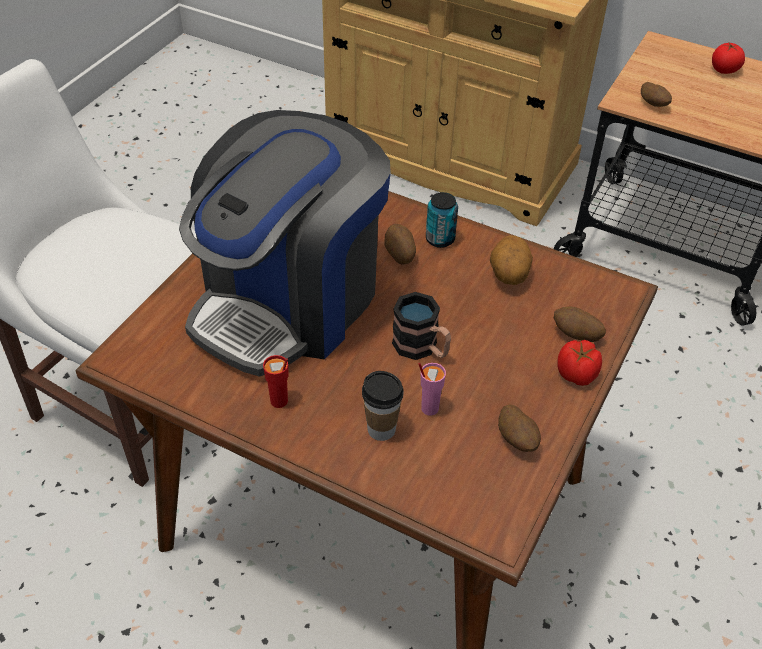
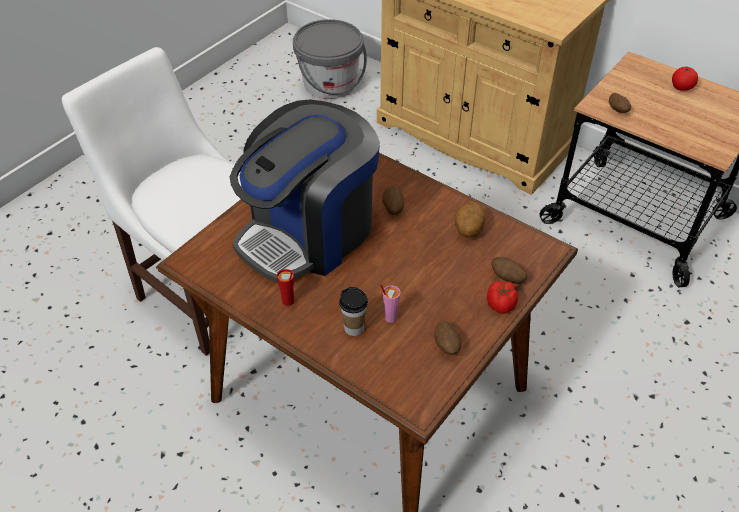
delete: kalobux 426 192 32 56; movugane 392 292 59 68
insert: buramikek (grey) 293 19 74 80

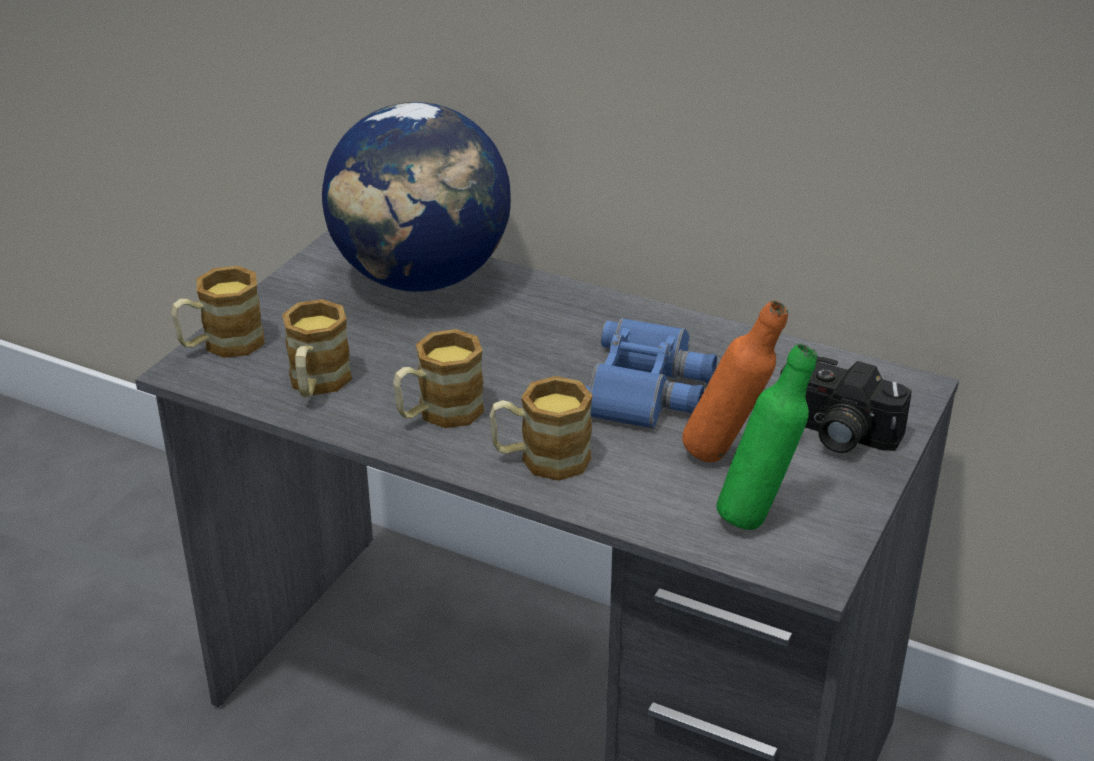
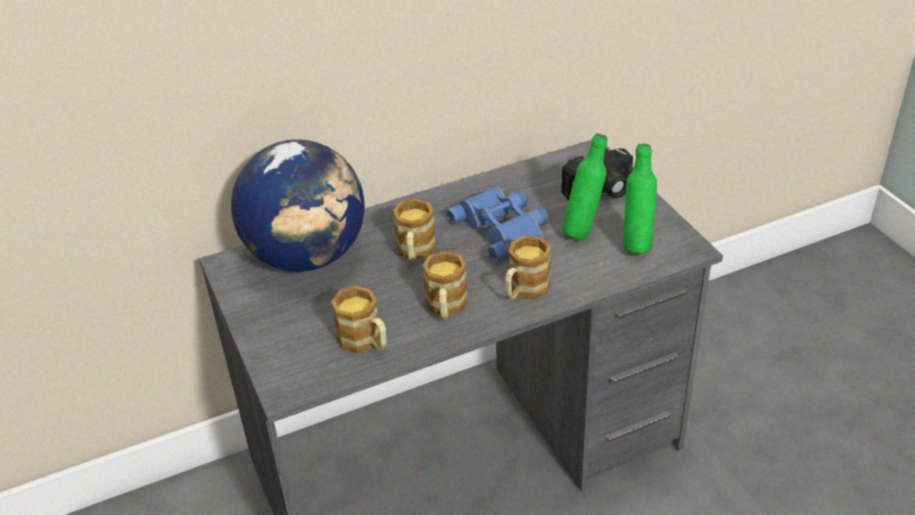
move: movugane 171 266 94 92 to 393 198 43 64
recolor: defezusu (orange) 682 301 106 161 to defezusu (green) 562 133 45 107

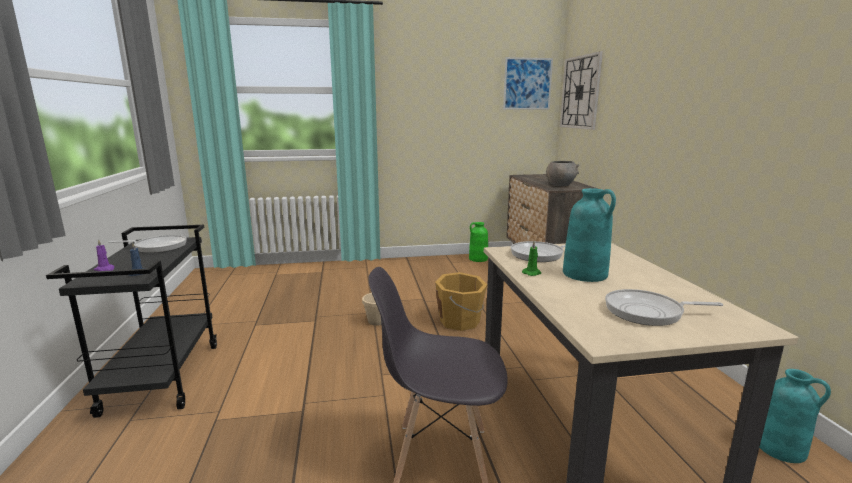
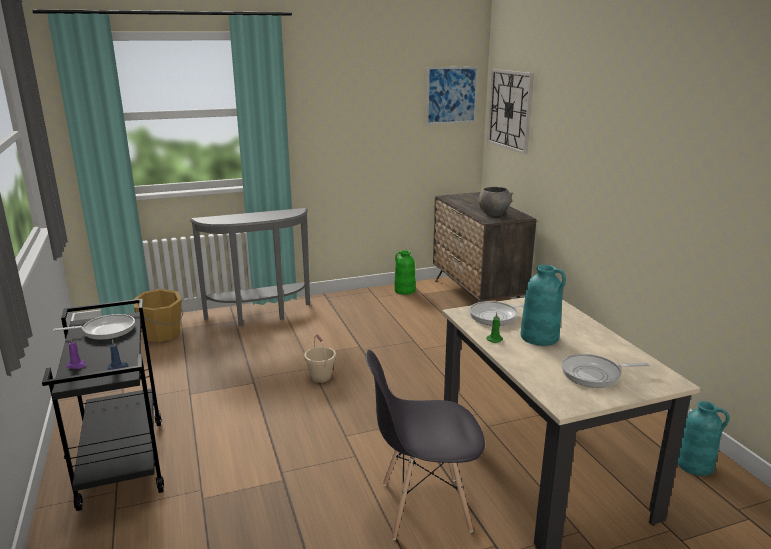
insert: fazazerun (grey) 189 208 121 118
move: buramikek (orange) 435 272 52 59 to 133 289 50 53

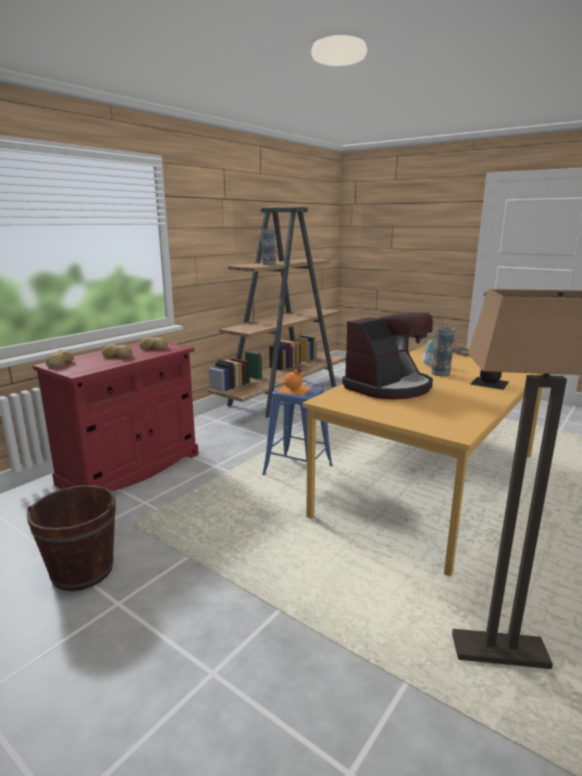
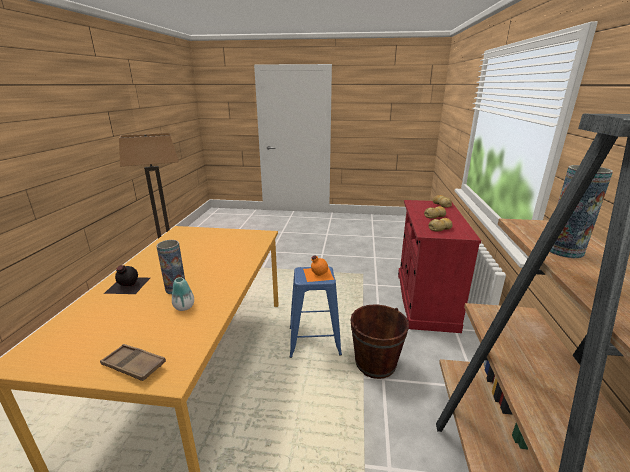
delete: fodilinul 342 312 91 88
move: buramikek (brown) 27 485 89 106 to 350 304 59 75

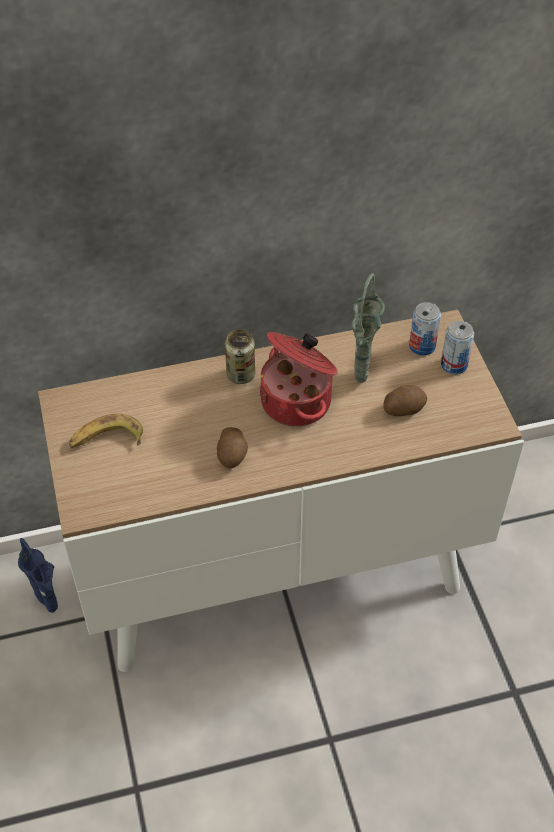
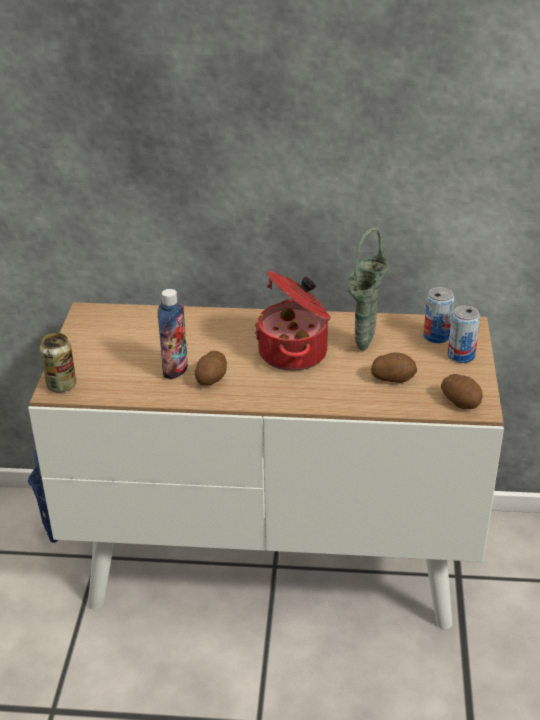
delete: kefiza 69 414 74 34
insert: defezusu 158 289 30 90; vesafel 441 374 42 35
move: kalobux 225 330 30 54 to 40 333 36 59

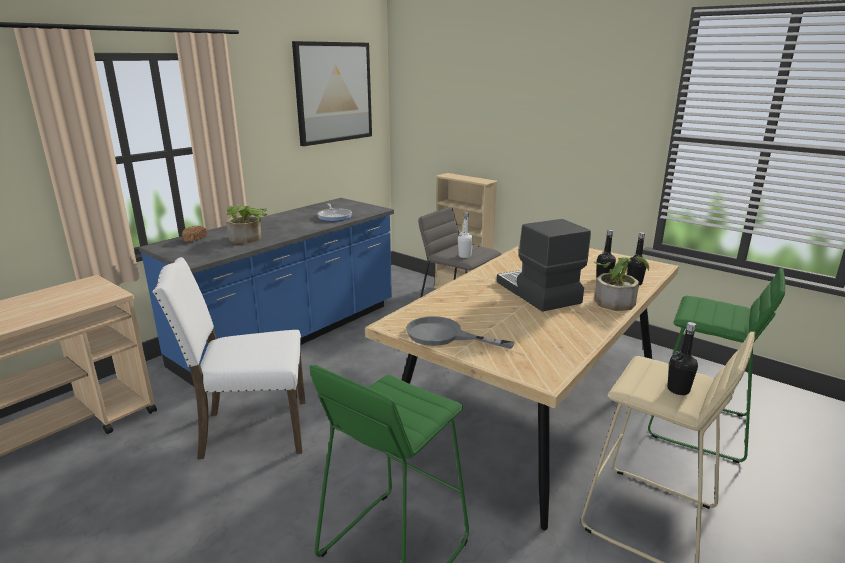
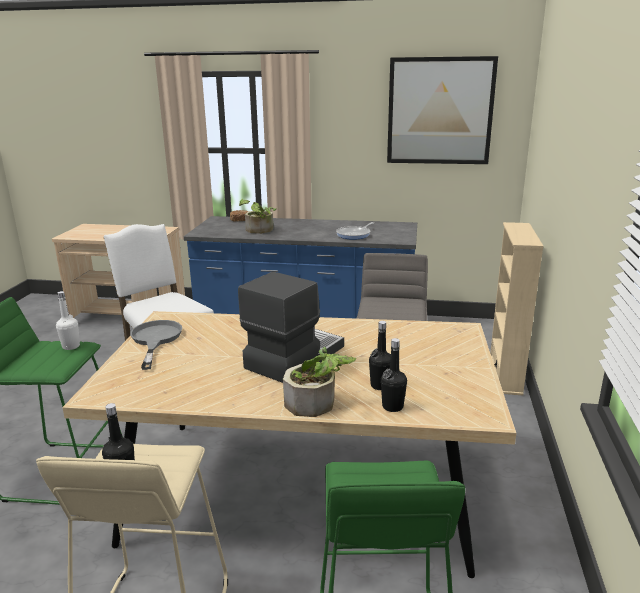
move: defezusu (white) 458 212 15 46 to 56 291 24 59

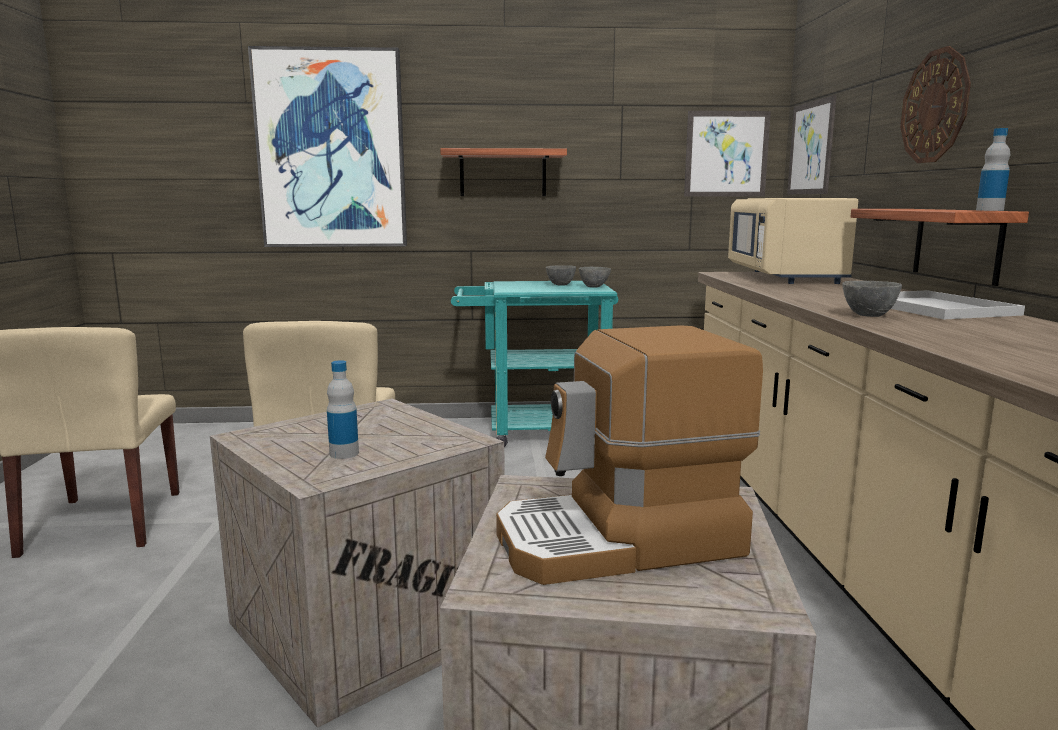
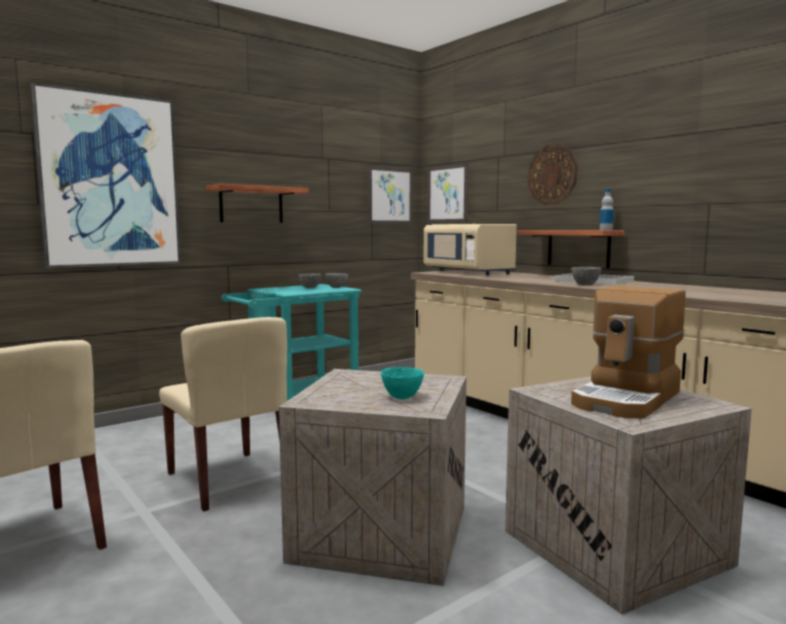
replace: defezusu 327 360 32 99 to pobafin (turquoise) 381 367 43 32

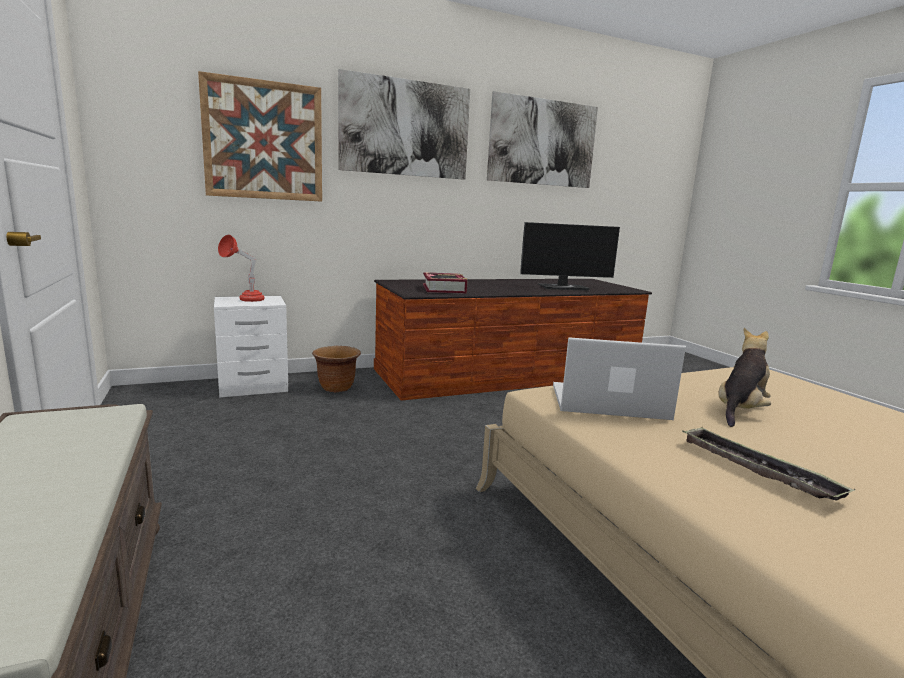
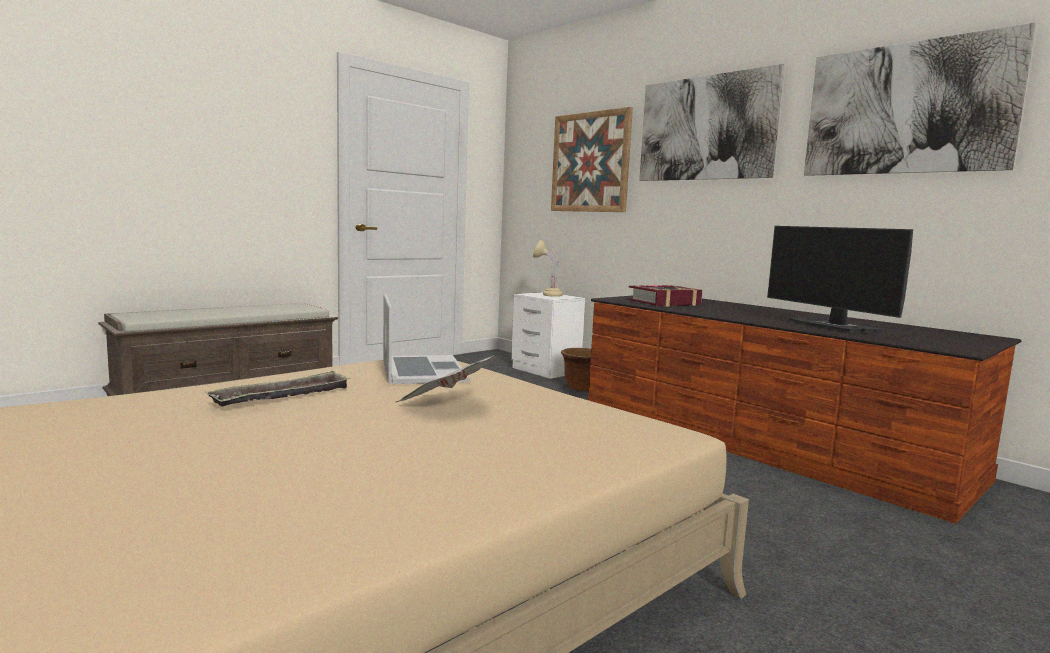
replace: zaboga 718 328 53 99 to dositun 396 356 101 46
recolor: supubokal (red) 218 235 47 67 to supubokal (beige) 533 240 30 57

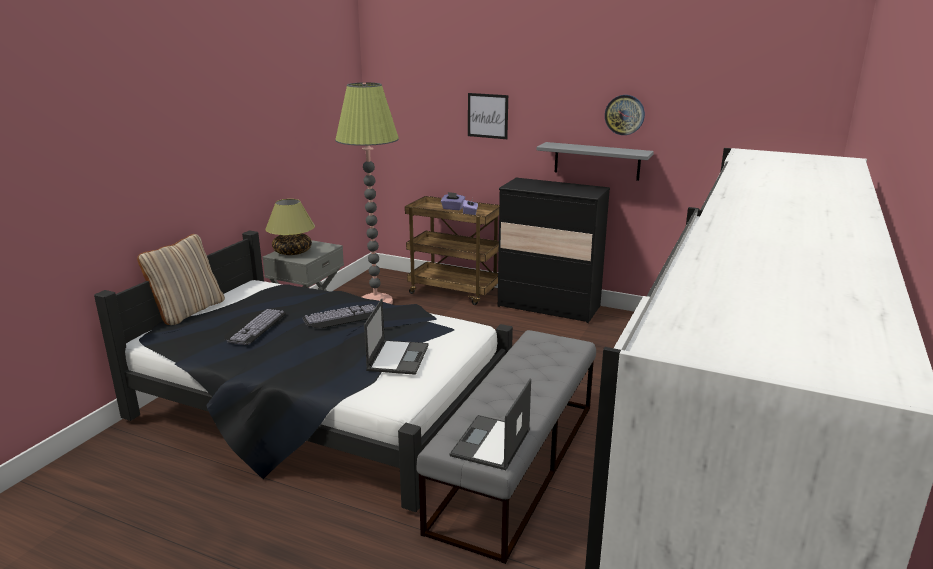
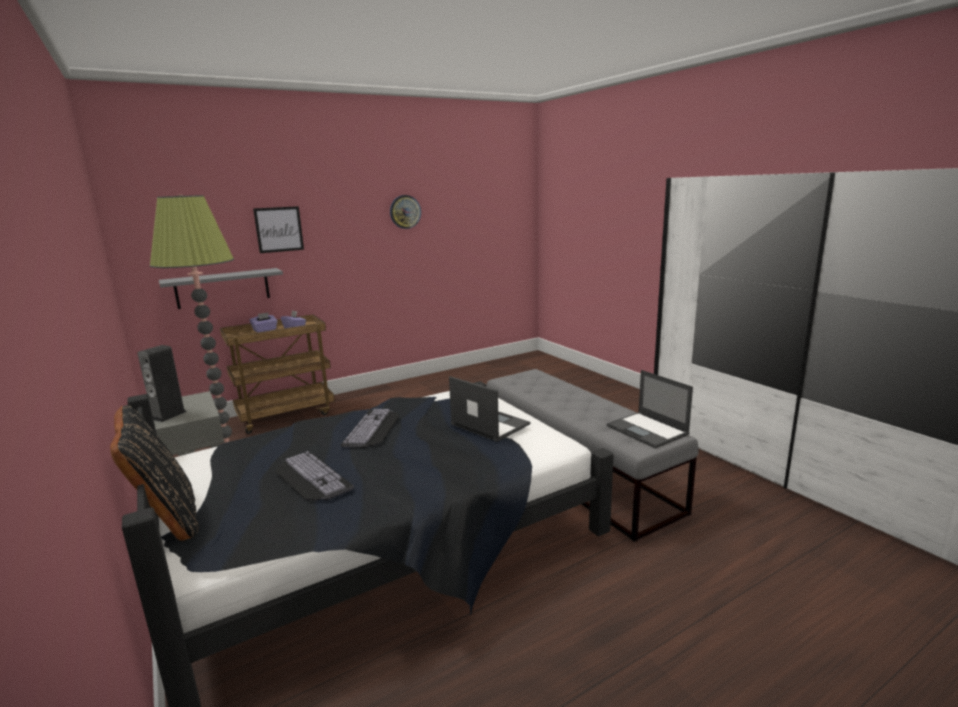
delete: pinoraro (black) 498 178 112 145
move: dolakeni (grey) 536 142 118 39 to 159 268 124 41
replace: supubokal 265 199 50 56 to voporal 137 345 50 77
recolor: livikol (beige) 137 234 88 91 to livikol (black) 110 405 89 136

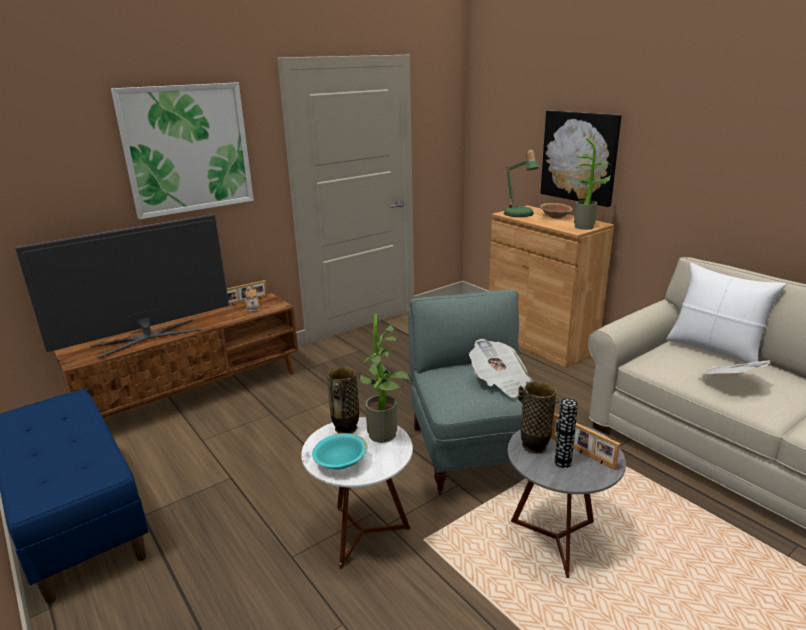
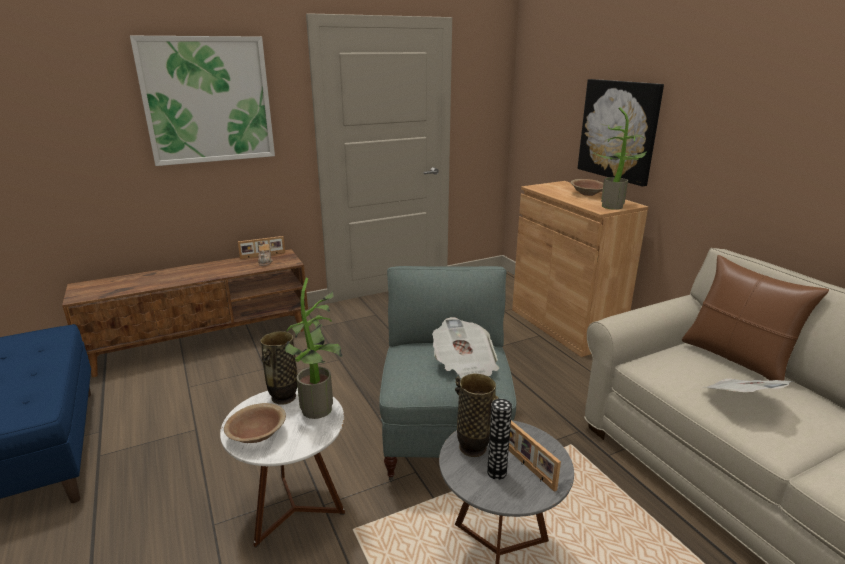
delete: supubokal 504 150 36 67; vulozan 15 214 214 144
recolor: livikol (white) 666 263 120 105 to livikol (brown) 682 255 147 126; pobafin (turquoise) 312 433 55 37 to pobafin (brown) 224 403 62 40

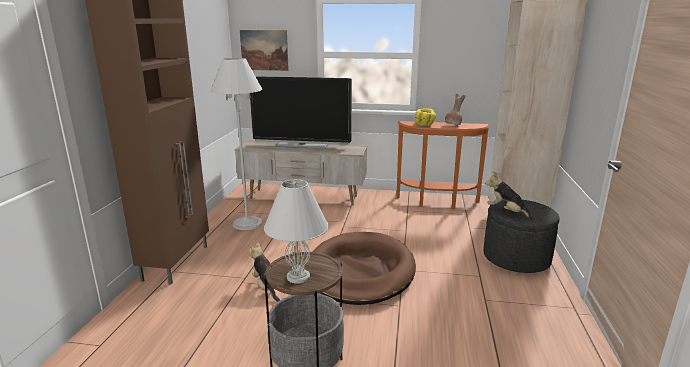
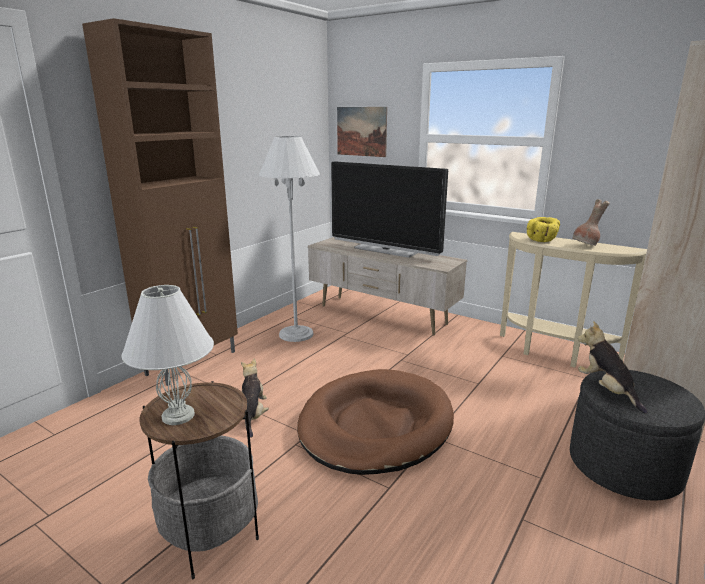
recolor: fazazerun (orange) 397 121 93 88 to fazazerun (beige) 500 232 147 135

